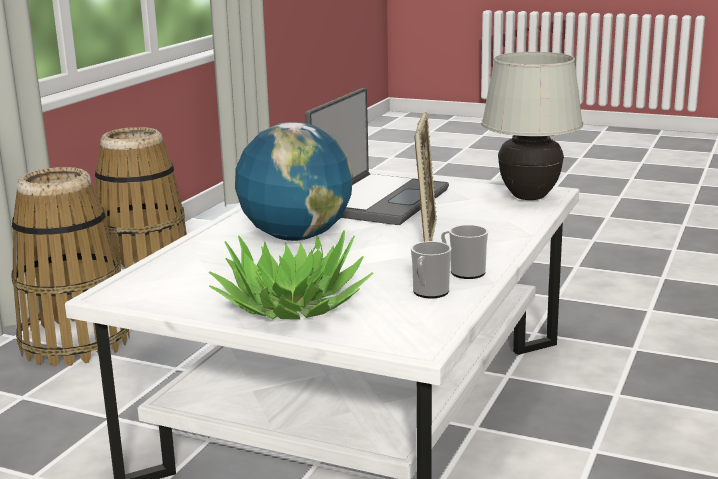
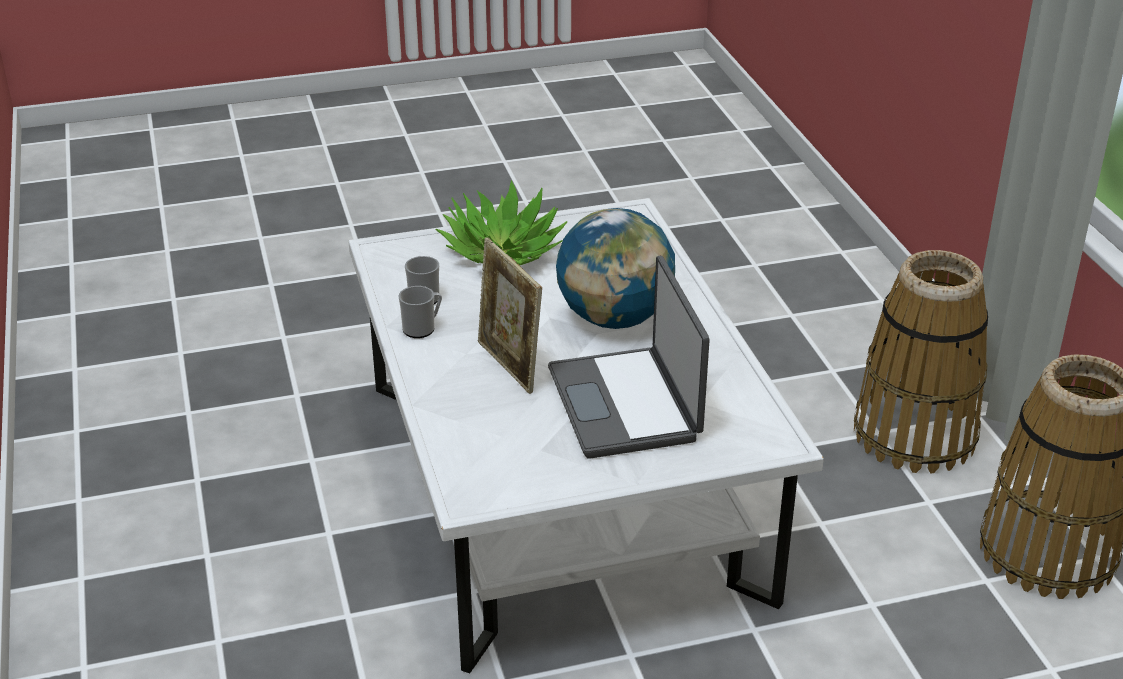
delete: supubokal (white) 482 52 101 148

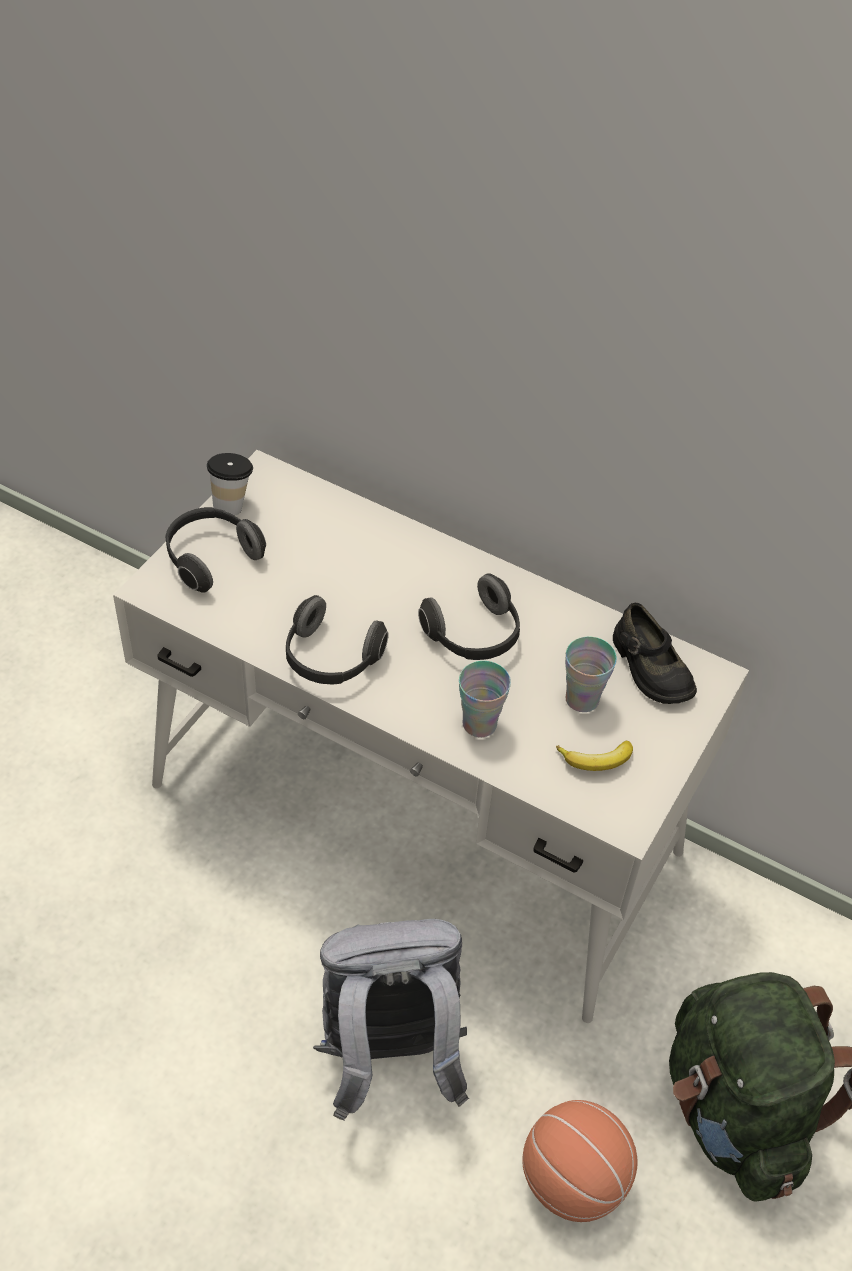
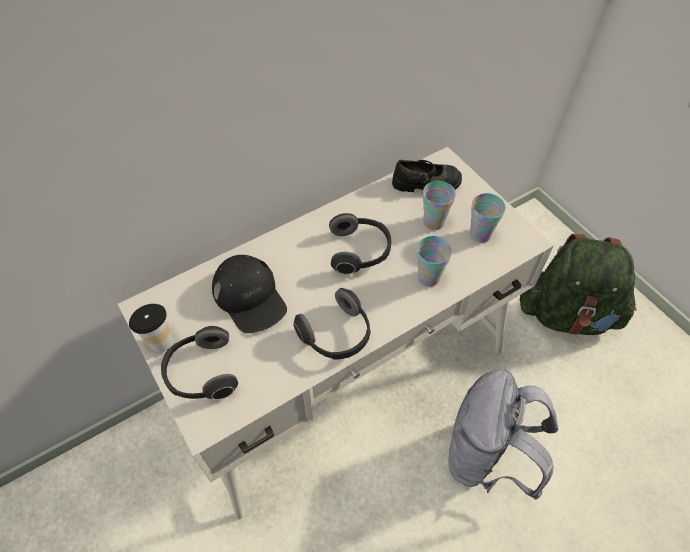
delete: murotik 522 1100 116 122
insert: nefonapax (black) 212 255 75 78
replace: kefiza 556 741 77 30 to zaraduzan 469 193 37 50

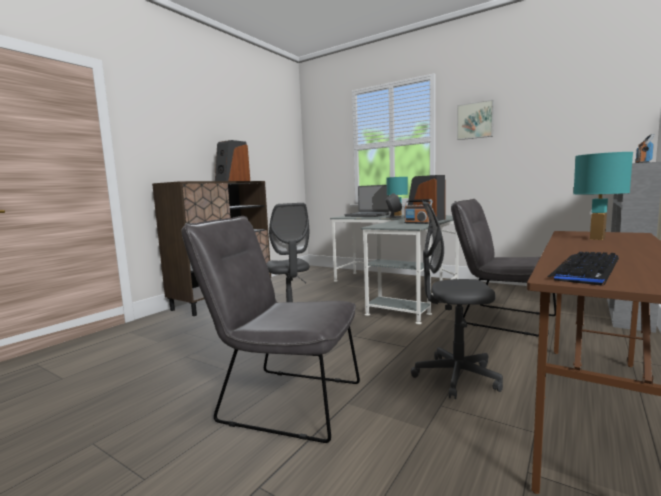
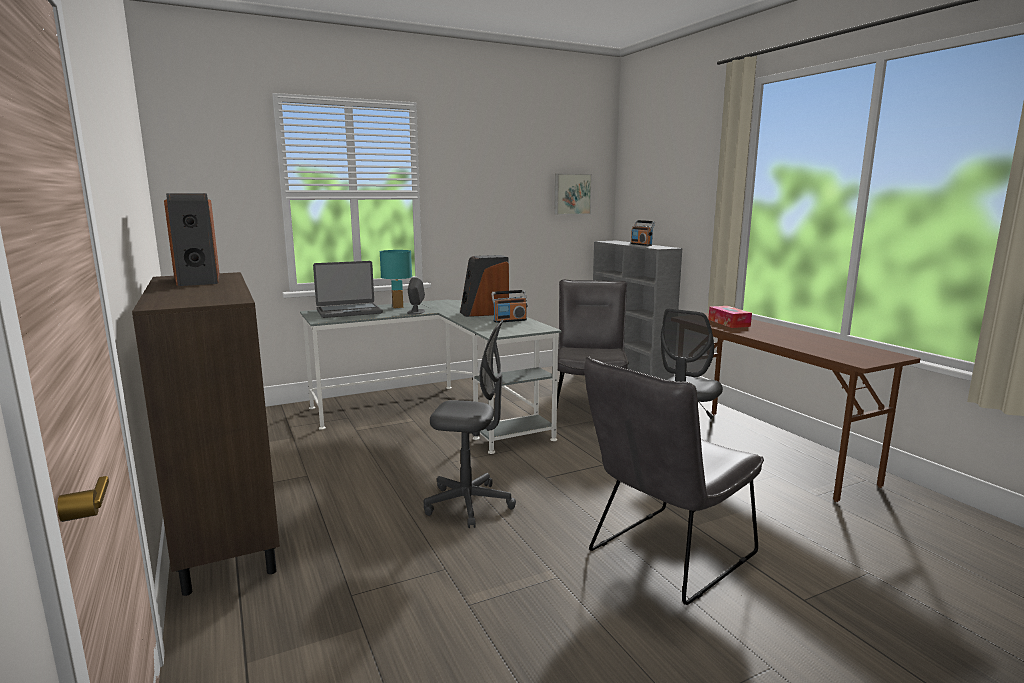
delete: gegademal 548 252 71 33
move: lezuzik 457 100 37 40 to 554 173 38 42
replace: supubokal (turquoise) 573 152 60 88 to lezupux 708 306 44 22
rotate: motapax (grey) 451 199 105 138 = 557 279 72 128 120 degrees clockwise

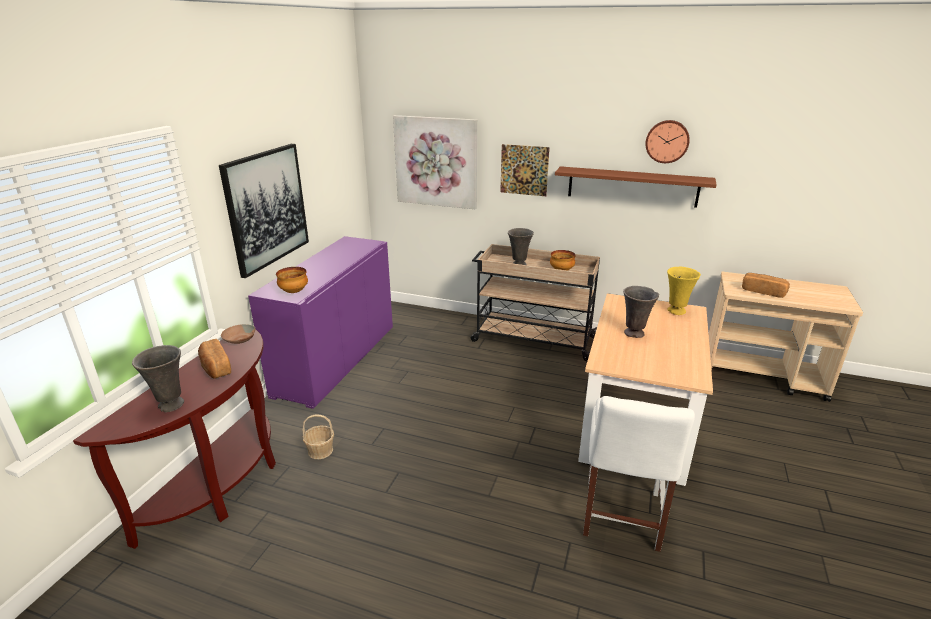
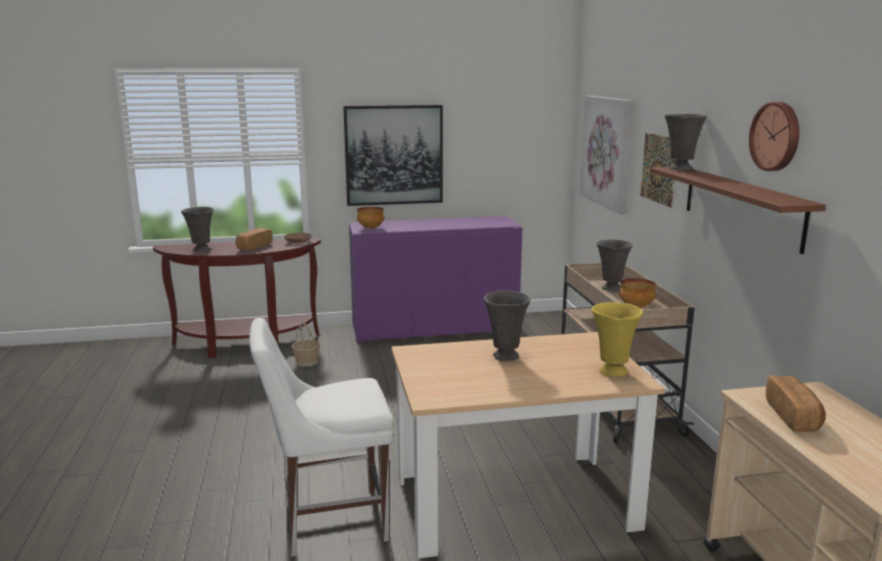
insert: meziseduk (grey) 665 114 42 56

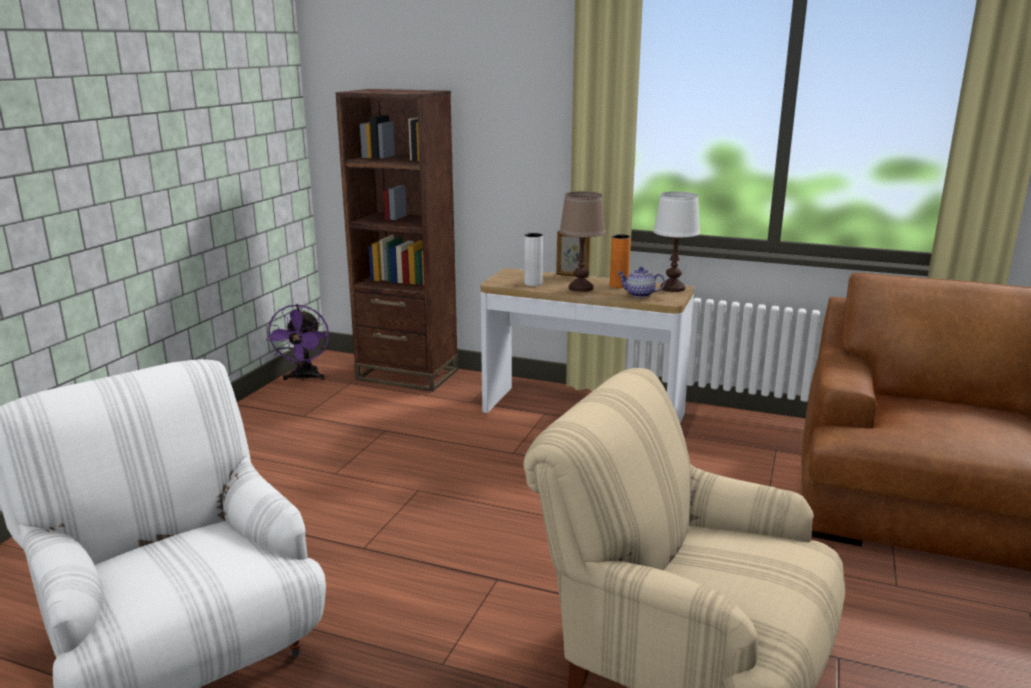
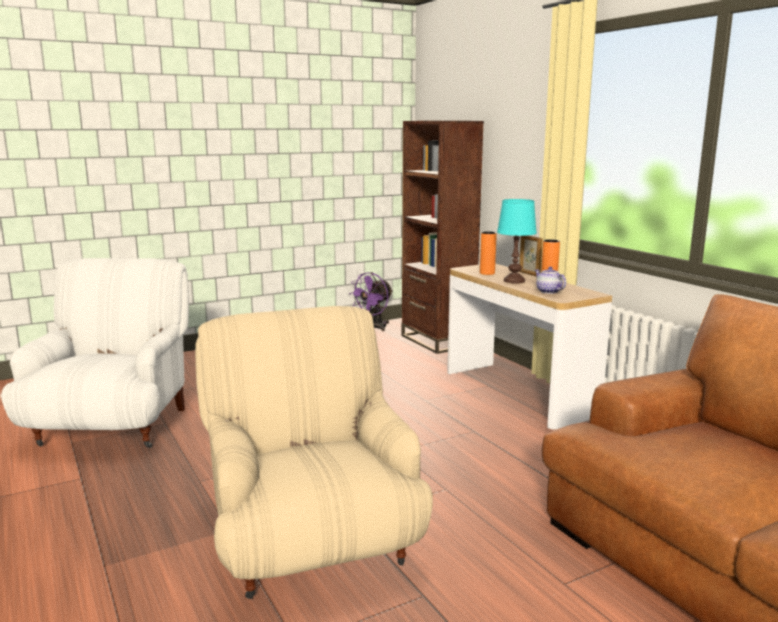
delete: supubokal (white) 653 192 47 100
recolor: supubokal (brown) 559 191 47 101 to supubokal (turquoise) 497 199 40 84; meziseduk (white) 524 233 19 53 to meziseduk (orange) 480 231 17 44

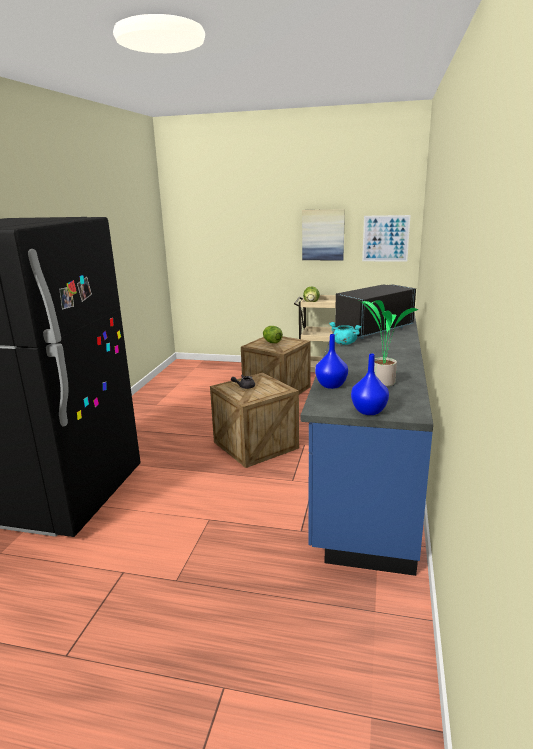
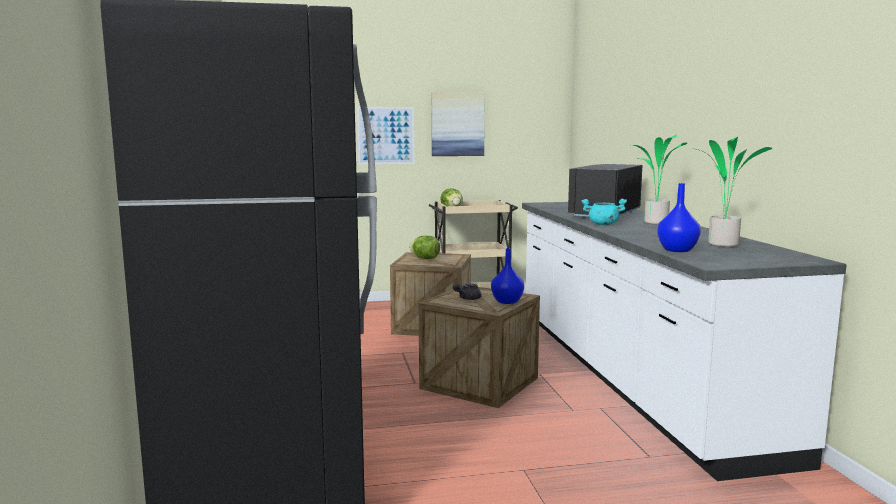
insert: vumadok 634 135 53 90
move: lezuzik 362 215 49 47 to 357 107 57 58; meziseduk (blue) 351 354 38 61 to 491 248 33 56
recolor: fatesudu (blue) 301 313 132 263 to fatesudu (white) 522 202 325 279

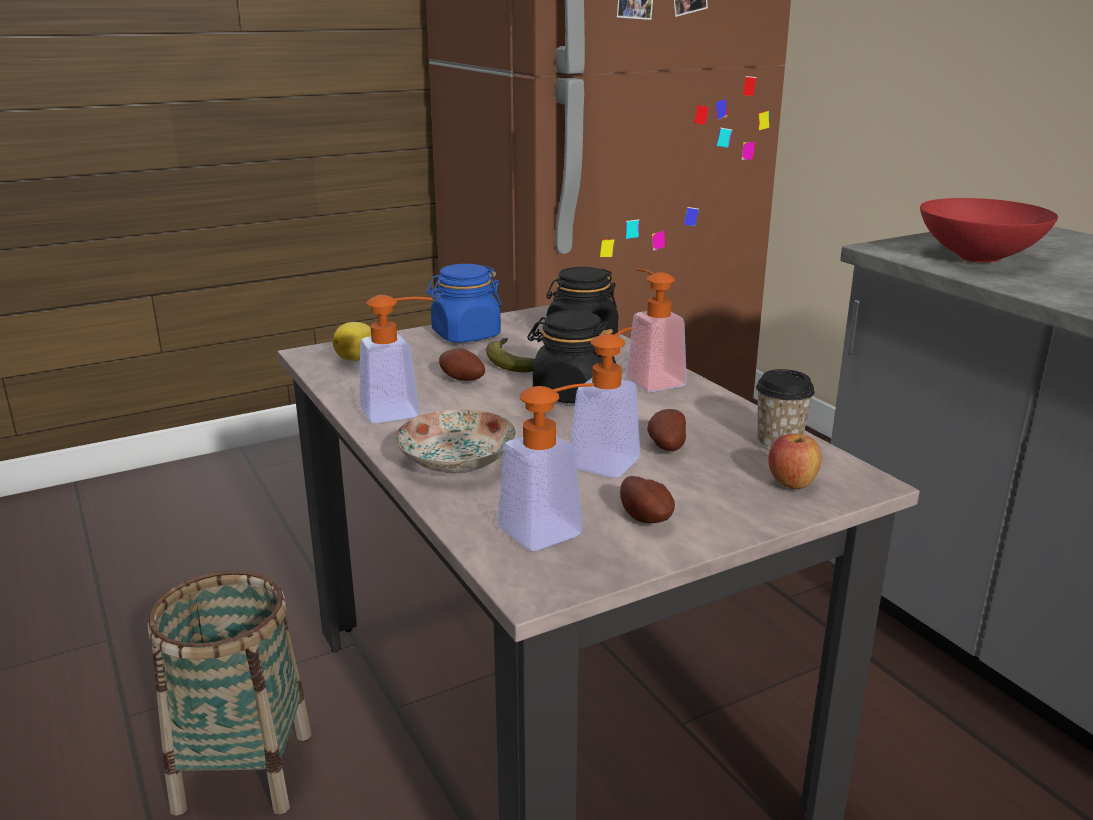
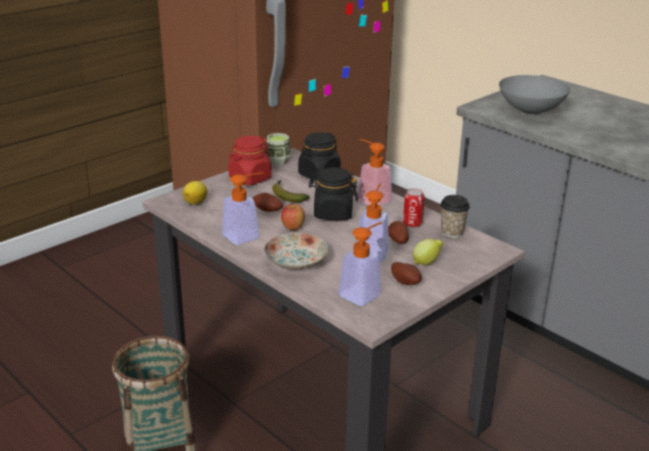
insert: zaraduzan 266 133 25 33; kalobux 403 188 22 39; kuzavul 413 239 30 26
move: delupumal 769 434 53 55 to 281 204 24 26
recolor: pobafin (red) 920 198 138 65 to pobafin (grey) 499 75 71 40; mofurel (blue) 426 264 76 79 to mofurel (red) 228 136 44 49

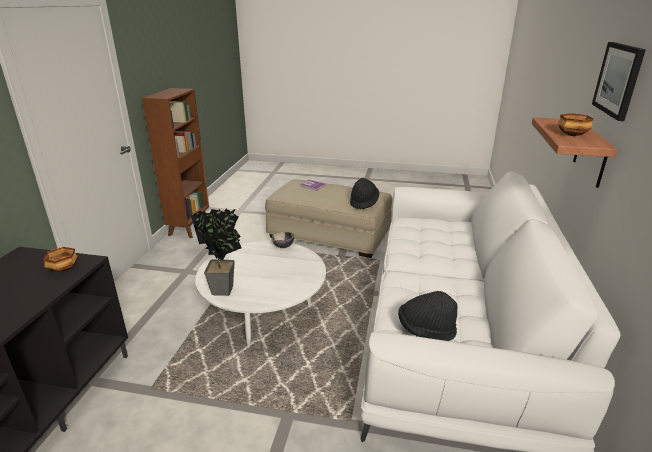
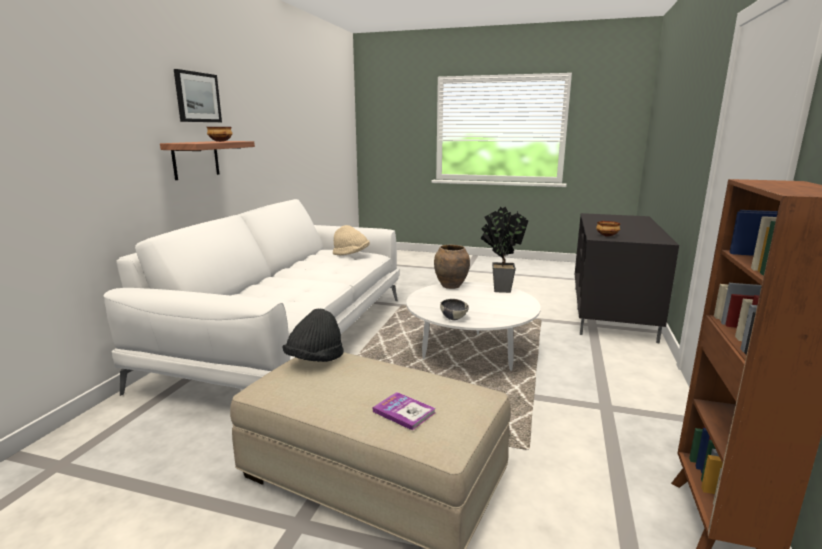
insert: meziseduk (brown) 434 245 36 44
recolor: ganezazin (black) 398 291 59 50 to ganezazin (beige) 333 225 37 31

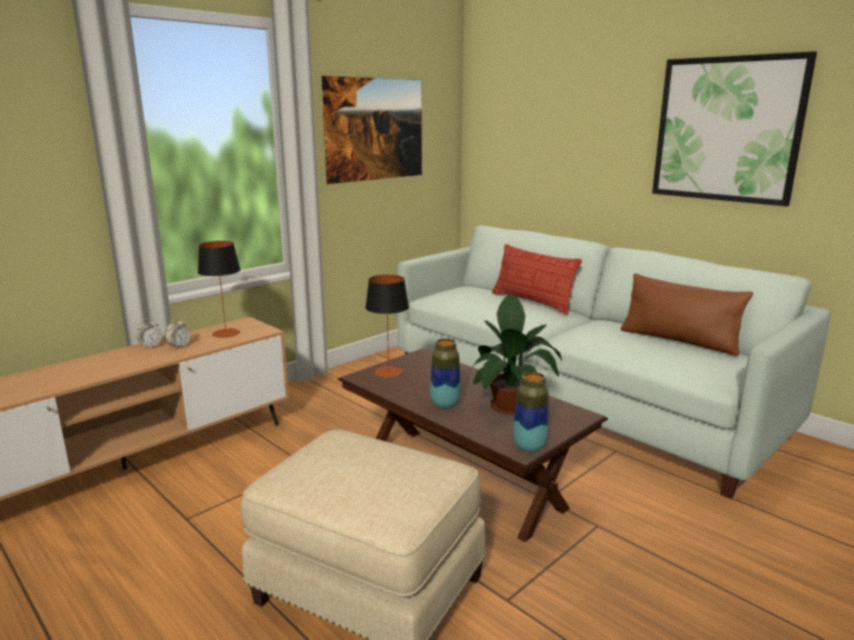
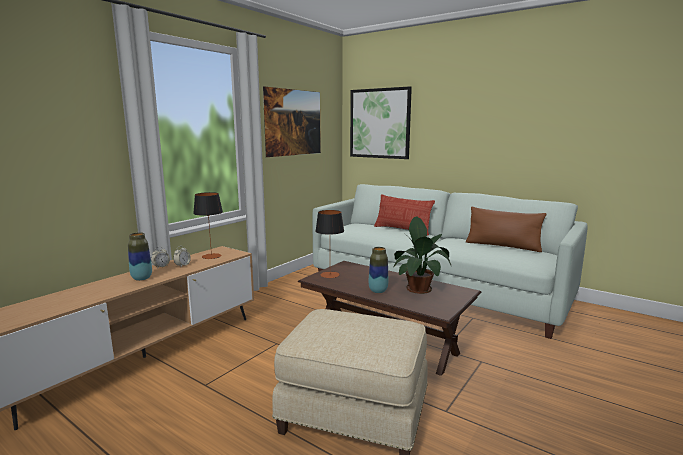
move: lezuzik 652 51 165 155 to 350 86 62 73; meziseduk 513 372 36 80 to 128 232 24 49

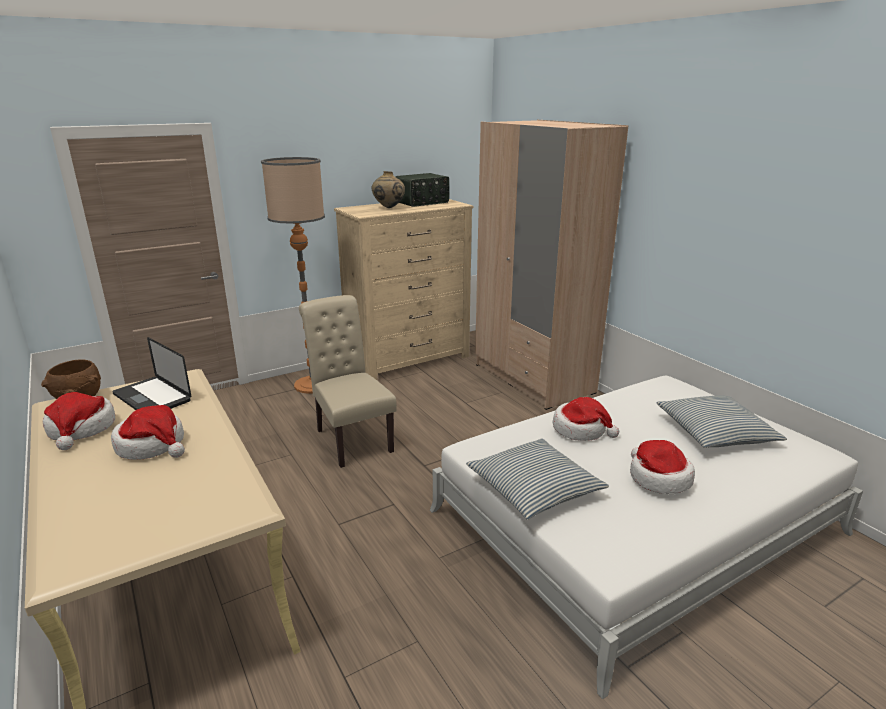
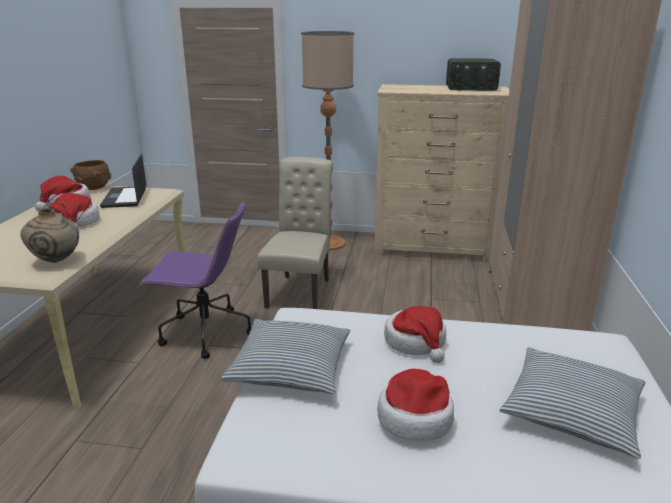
insert: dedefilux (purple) 139 202 113 157
move: meziseduk (beige) 372 171 33 37 to 20 208 59 55

